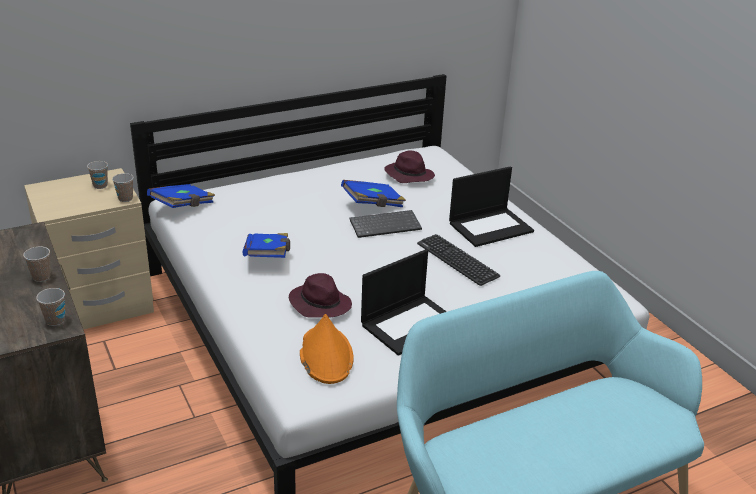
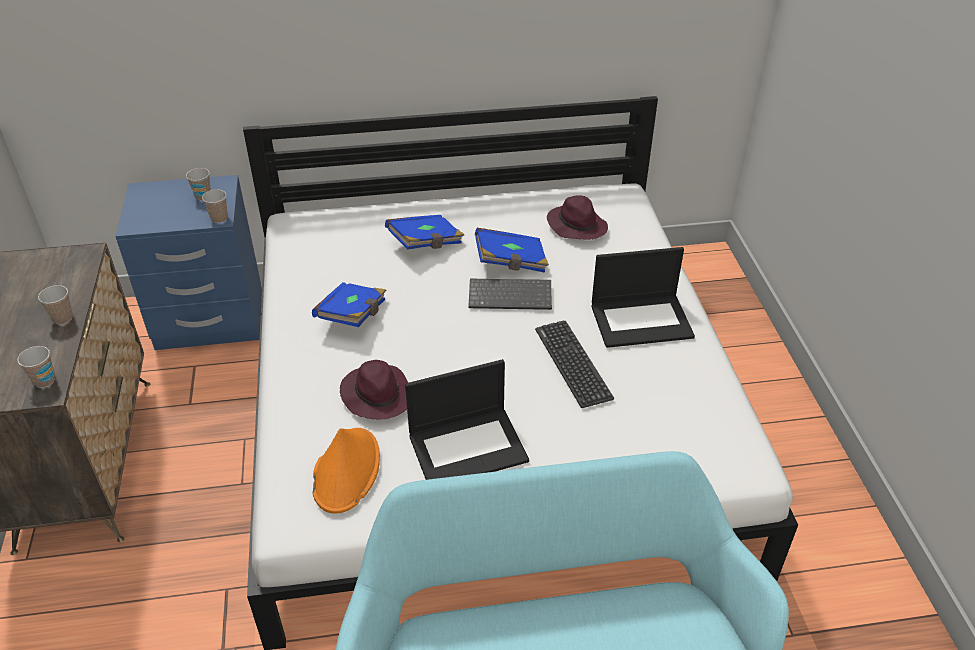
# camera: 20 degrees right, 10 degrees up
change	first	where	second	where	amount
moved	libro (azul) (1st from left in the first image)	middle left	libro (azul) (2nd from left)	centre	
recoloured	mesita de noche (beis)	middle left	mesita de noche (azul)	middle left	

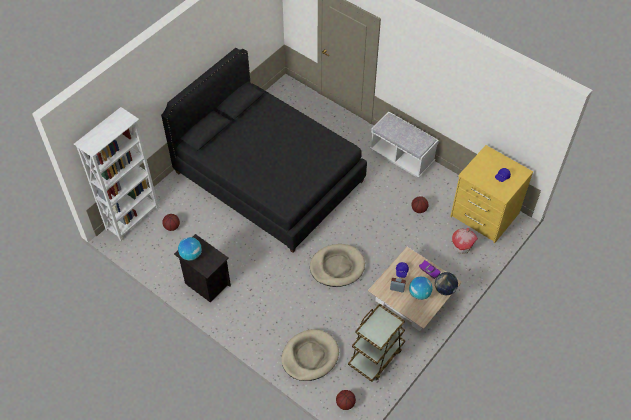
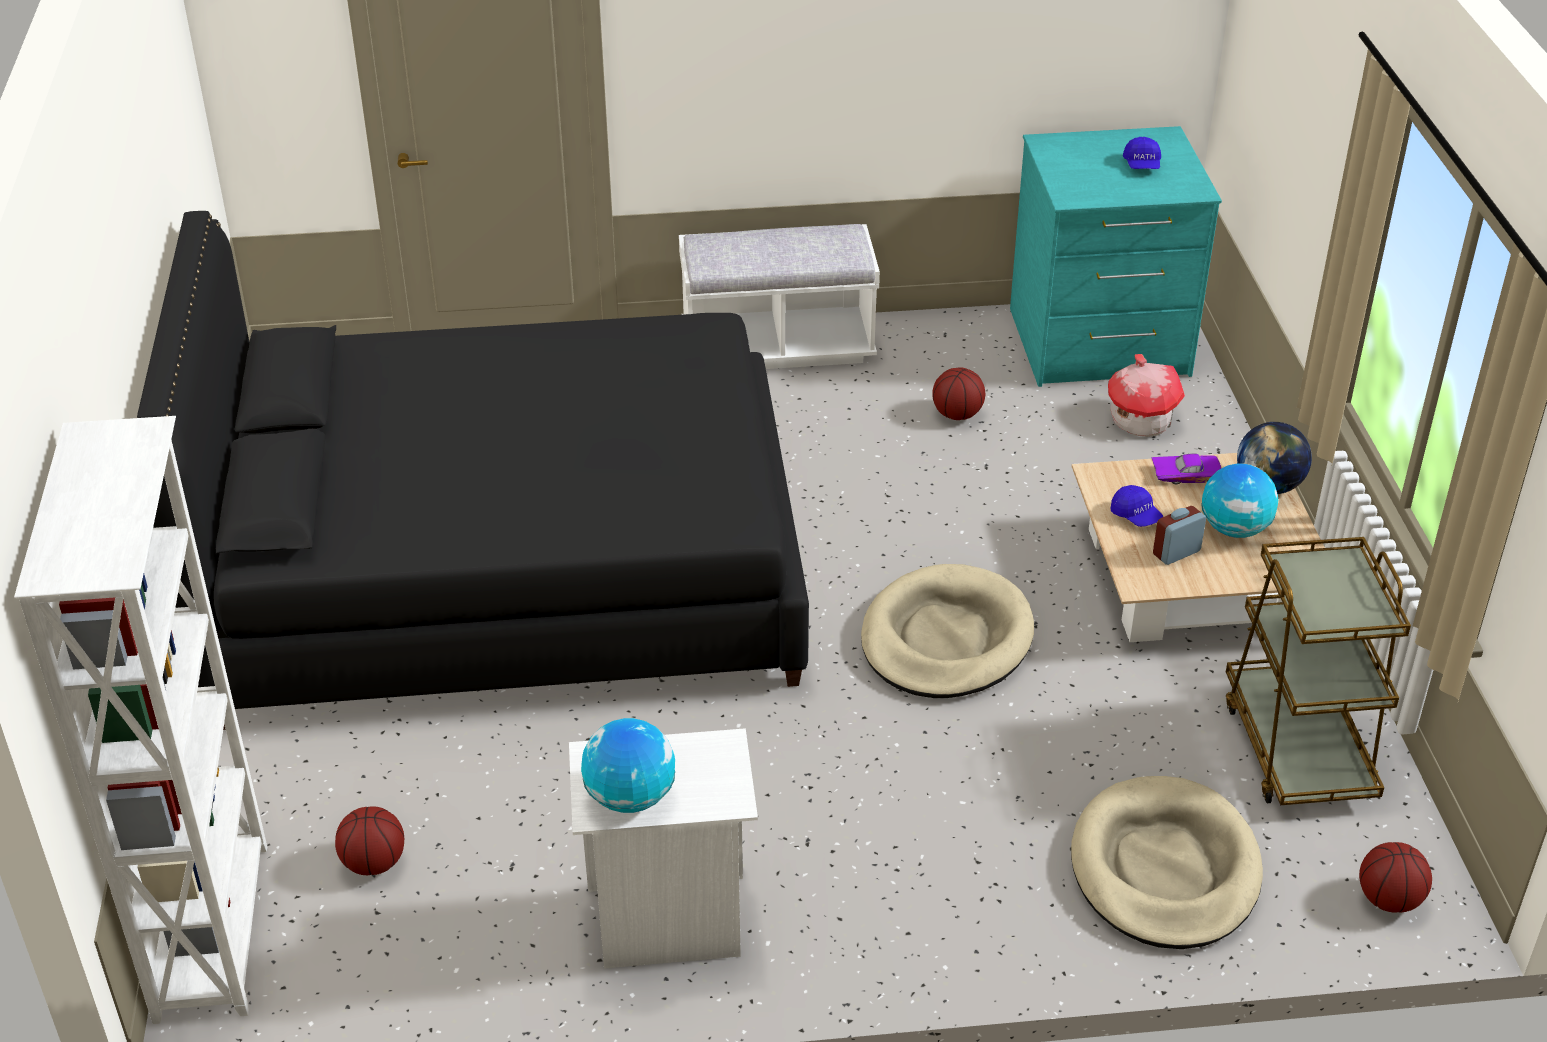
# camera: 45 degrees left, 15 degrees down
change	first	where	second	where	amount
recoloured	mesita de noche (negro)	middle left	mesita de noche (blanco)	bottom centre	
recoloured	cómoda (amarillo)	middle right	cómoda (turquesa)	top right	

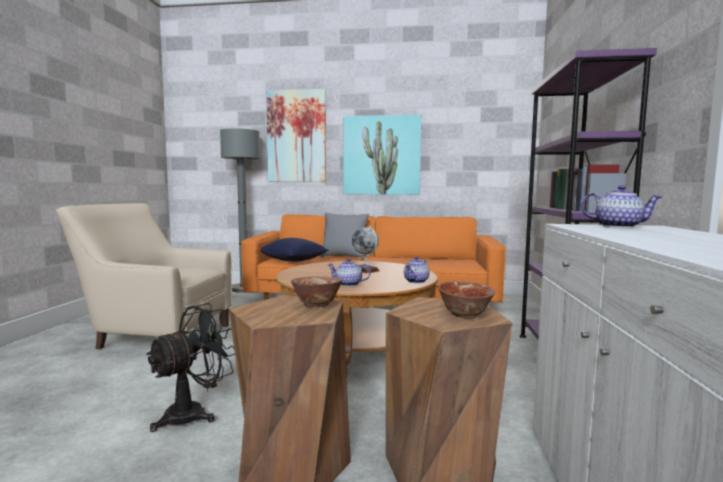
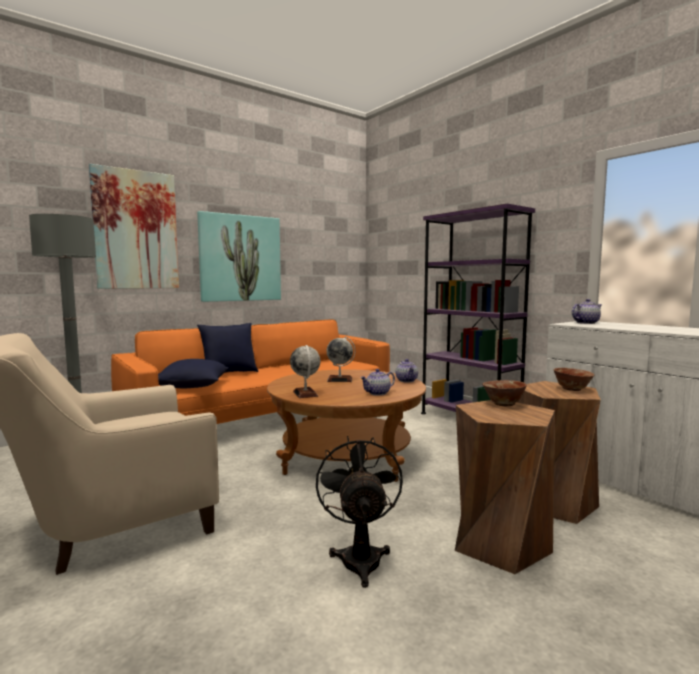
# camera: 45 degrees left, 0 degrees up
change	first	where	second	where	amount
added			globo terráqueo (1st from left)	centre	
recoloured	cojín (gris)	centre	cojín (azul) (2nd from left)	middle left	

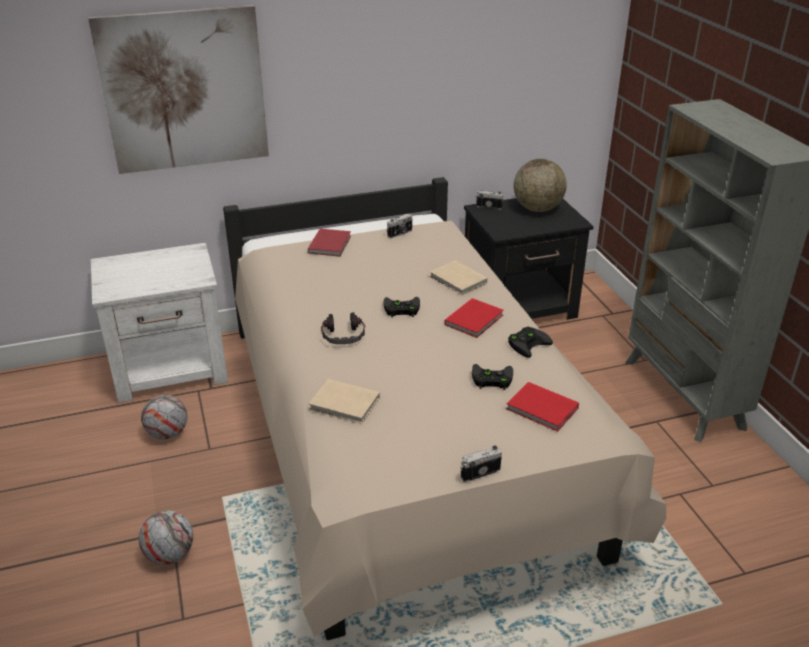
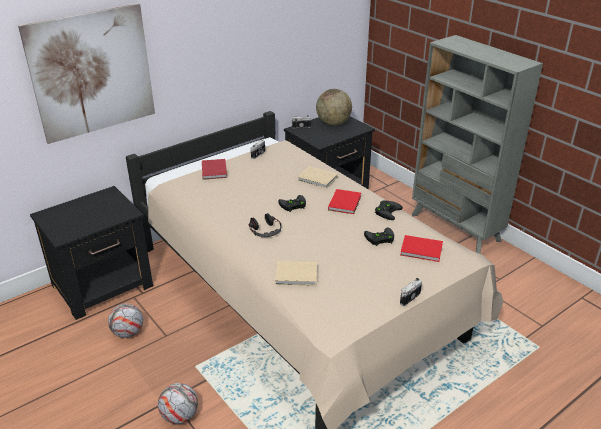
# camera: 20 degrees left, 0 degrees up
change	first	where	second	where	amount
recoloured	mesita de noche (blanco)	middle left	mesita de noche (negro) (1st from left)	middle left	

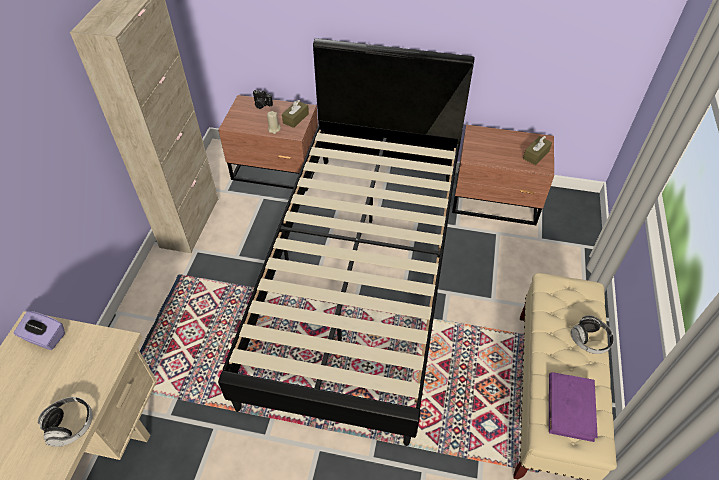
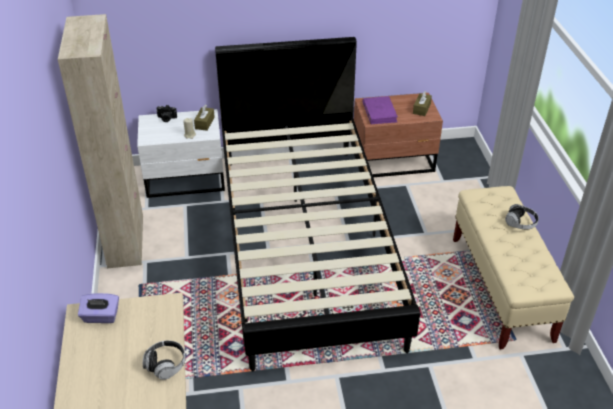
# camera: 20 degrees left, 10 degrees down
change	first	where	second	where	amount
moved	libro (morado)	bottom right		top centre	
recoloured	mesita de noche (marrón) (1st from left)	top centre	mesita de noche (blanco)	middle left	

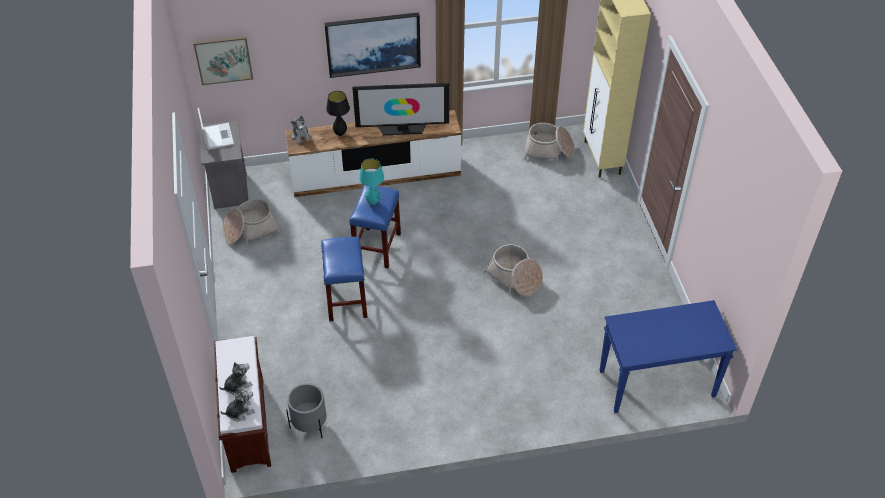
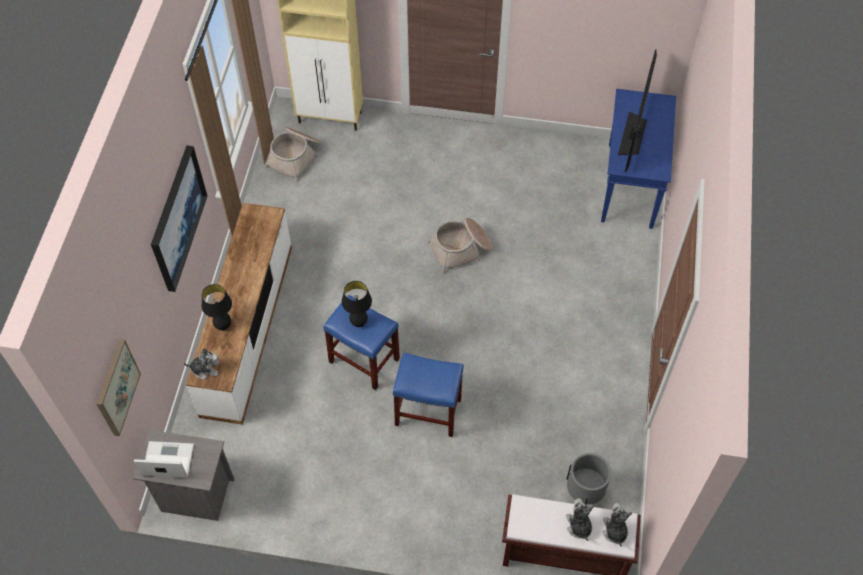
# camera: 70 degrees left, 10 degrees up
change	first	where	second	where	amount
removed	cesta (1st from left)	middle left			
moved	televisor	top centre		top right	
recoloured	lámpara de mesa (turquesa)	centre	lámpara de mesa (negro) (2nd from left)	centre	

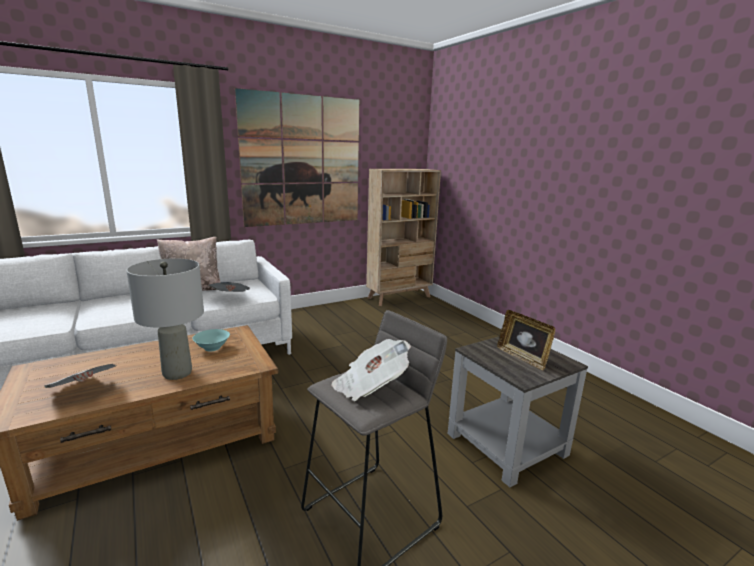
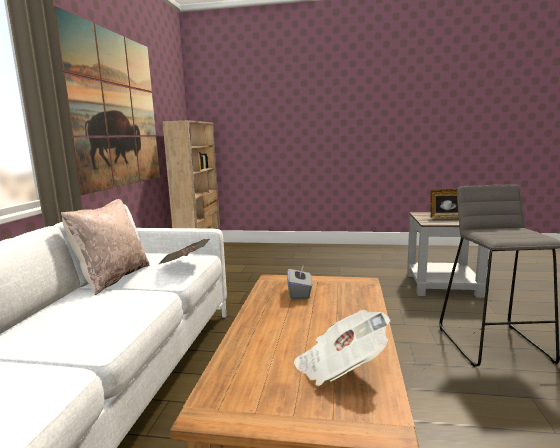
# camera: 50 degrees left, 5 degrees down
change	first	where	second	where	amount
removed	lámpara de mesa (gris)	middle left			
removed	periódico (3rd from left)	centre			
replaced	cuenco (turquesa)	middle left	caja de pañuelos (gris)	centre	

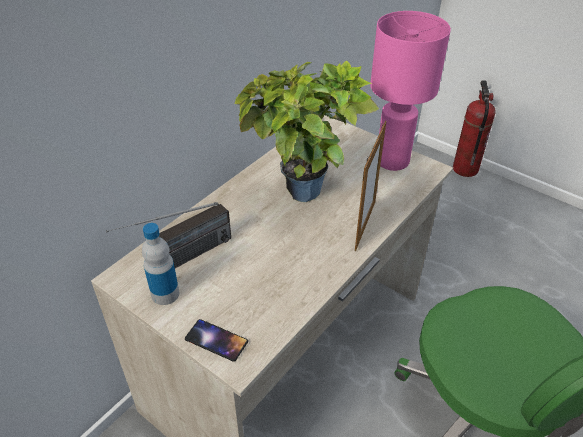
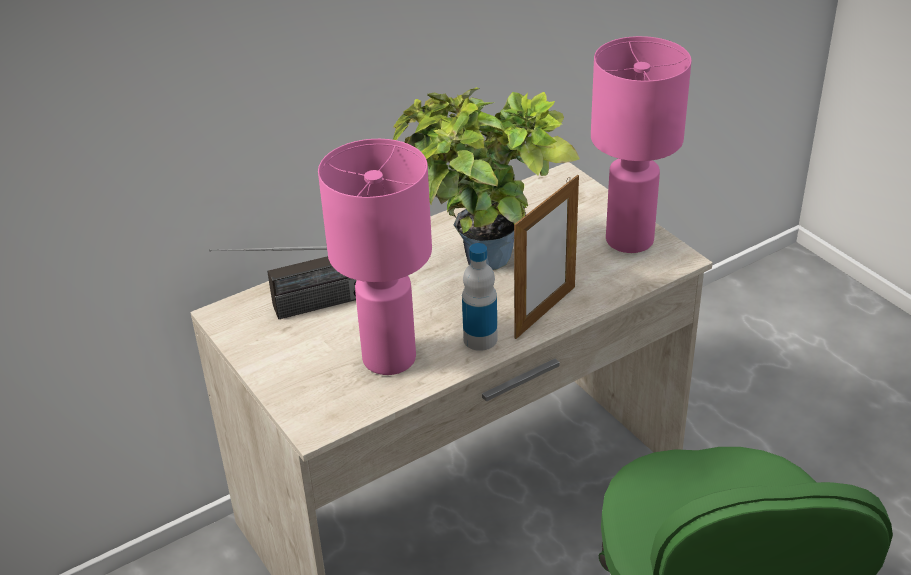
# camera: 20 degrees right, 5 degrees down
change	first	where	second	where	amount
removed	móvil	bottom centre			
removed	extintor	top right			
added			lámpara de mesa (rosa) (1st from left)	centre	
moved	botella	middle left		centre	

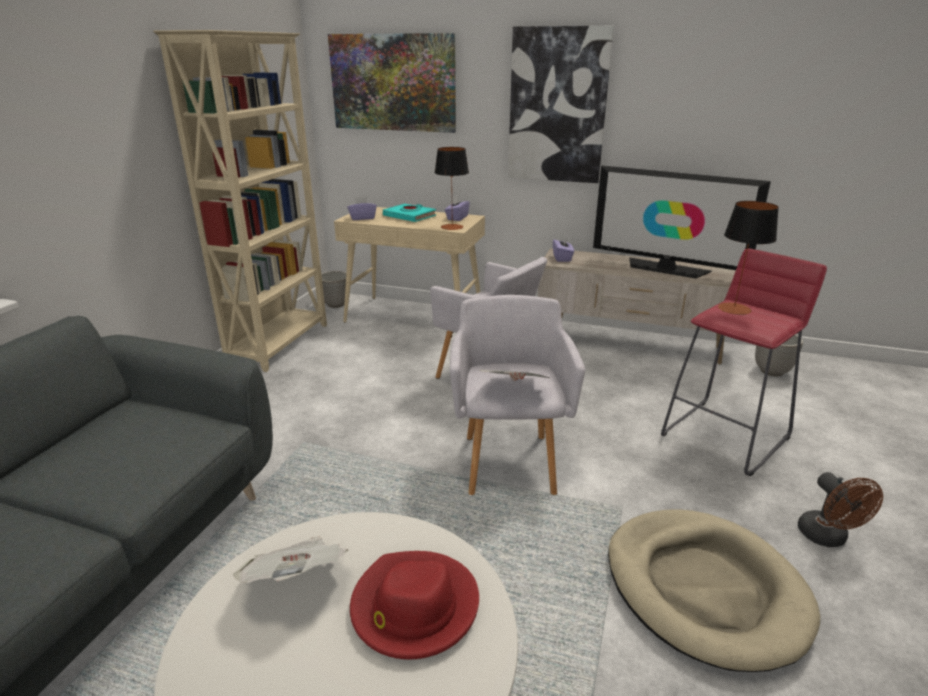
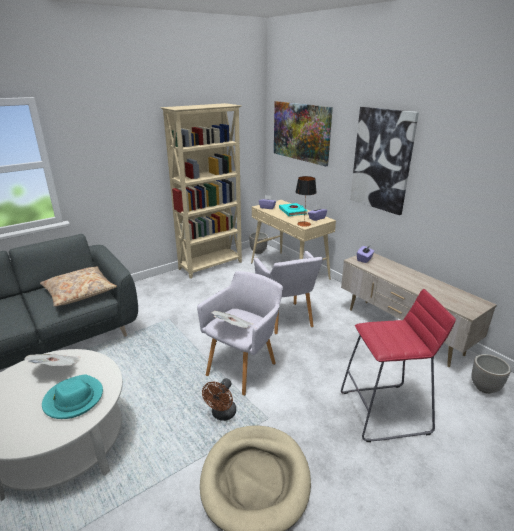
# camera: 35 degrees right, 0 degrees up
change	first	where	second	where	amount
removed	televisor	top right			
removed	lámpara de mesa (2nd from left)	middle right			
added			cojín (beis)	middle left	
moved	ventilador (marrón)	bottom right		bottom centre	
recoloured	sombrero (rojo)	bottom centre	sombrero (turquesa)	bottom left	

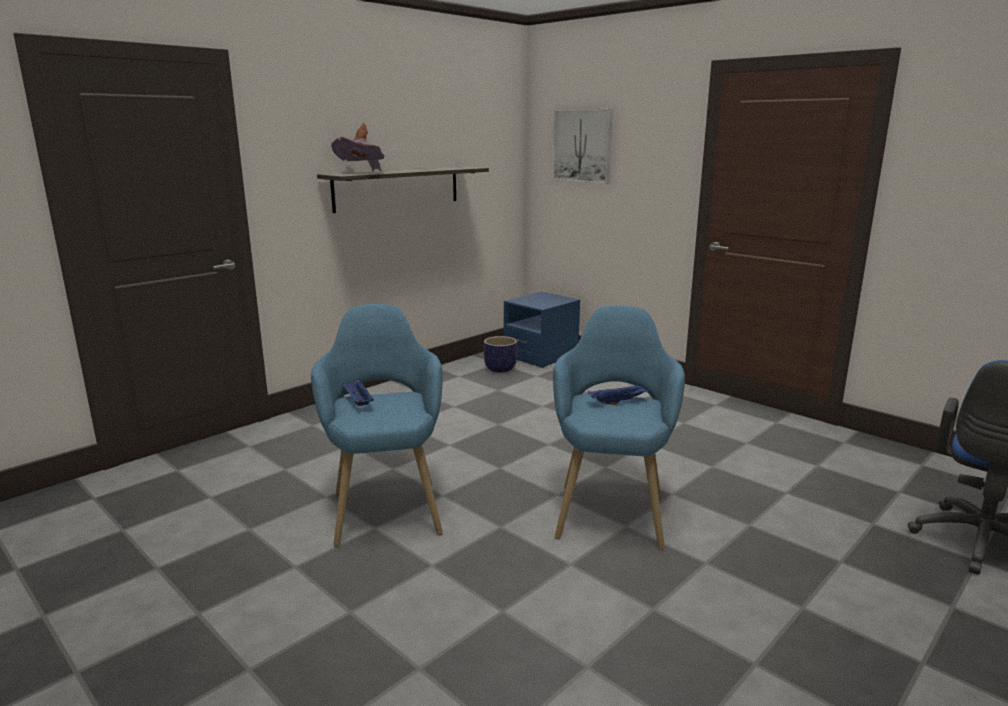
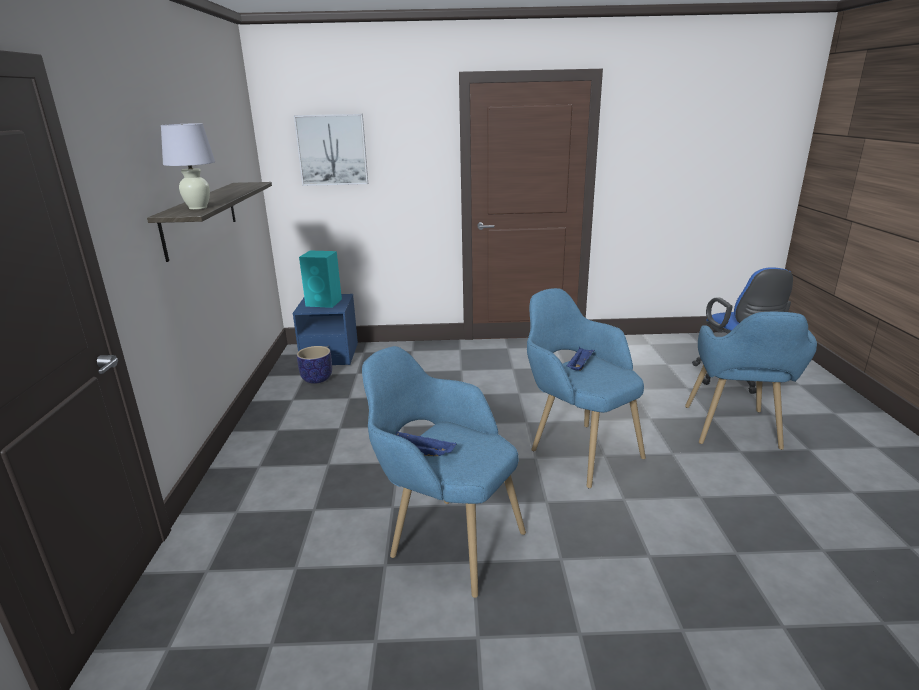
# camera: 45 degrees left, 5 degrees up
change	first	where	second	where	amount
added			altavoz (turquesa)	centre	
added			sillón (azul) (3rd from left)	middle right	
replaced	sombrero (marrón)	top centre	lámpara de mesa (blanco)	top left	

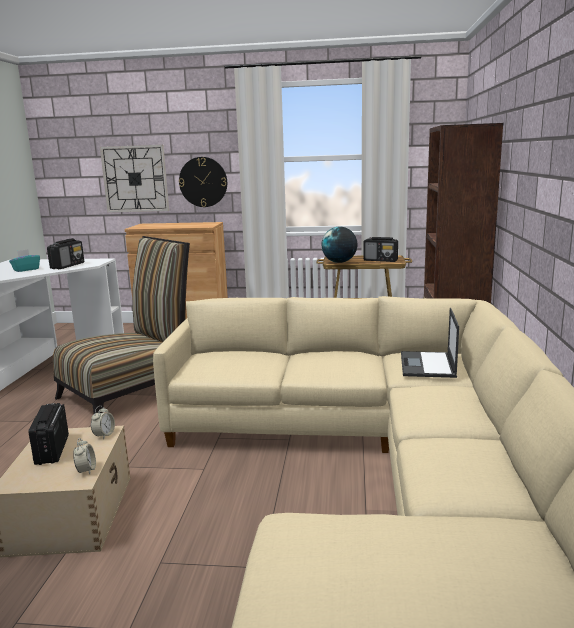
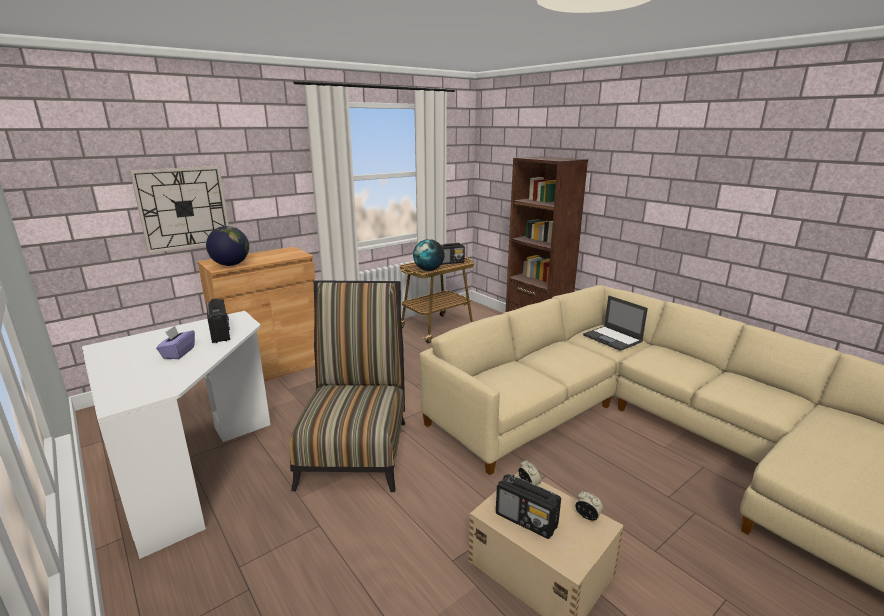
# camera: 45 degrees left, 5 degrees up
change	first	where	second	where	amount
removed	reloj de pared (2nd from left)	top centre			
added			globo terráqueo (1st from left)	middle left	
recoloured	caja de pañuelos (turquesa)	middle left	caja de pañuelos (morado)	middle left	

